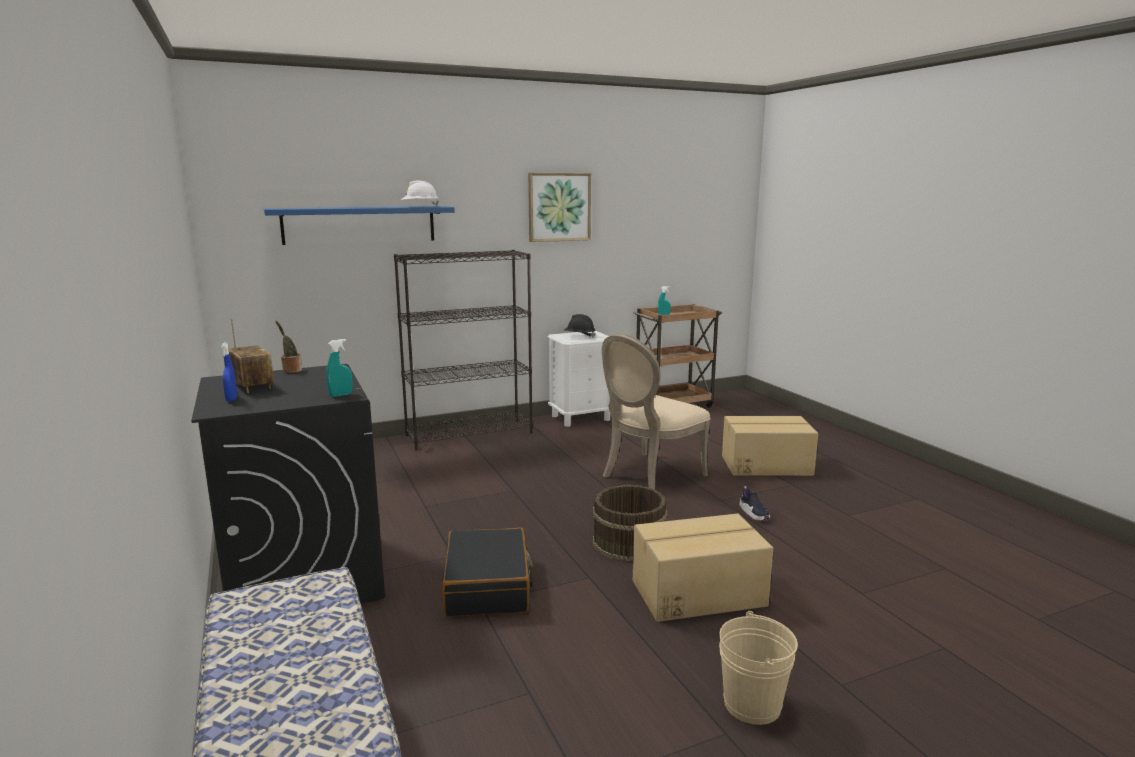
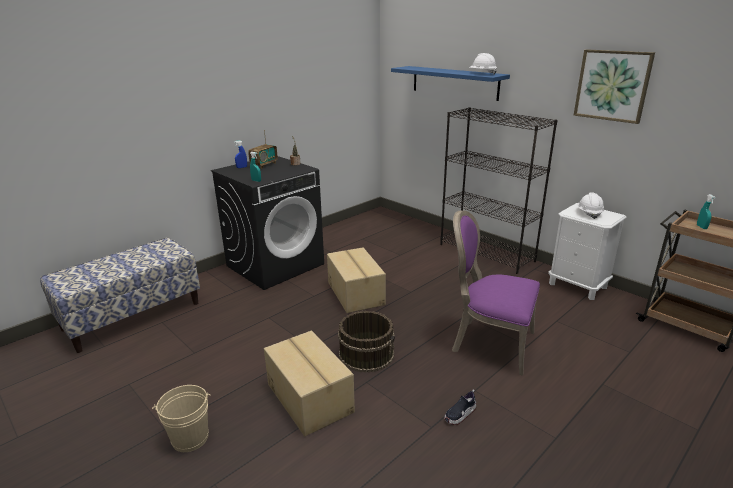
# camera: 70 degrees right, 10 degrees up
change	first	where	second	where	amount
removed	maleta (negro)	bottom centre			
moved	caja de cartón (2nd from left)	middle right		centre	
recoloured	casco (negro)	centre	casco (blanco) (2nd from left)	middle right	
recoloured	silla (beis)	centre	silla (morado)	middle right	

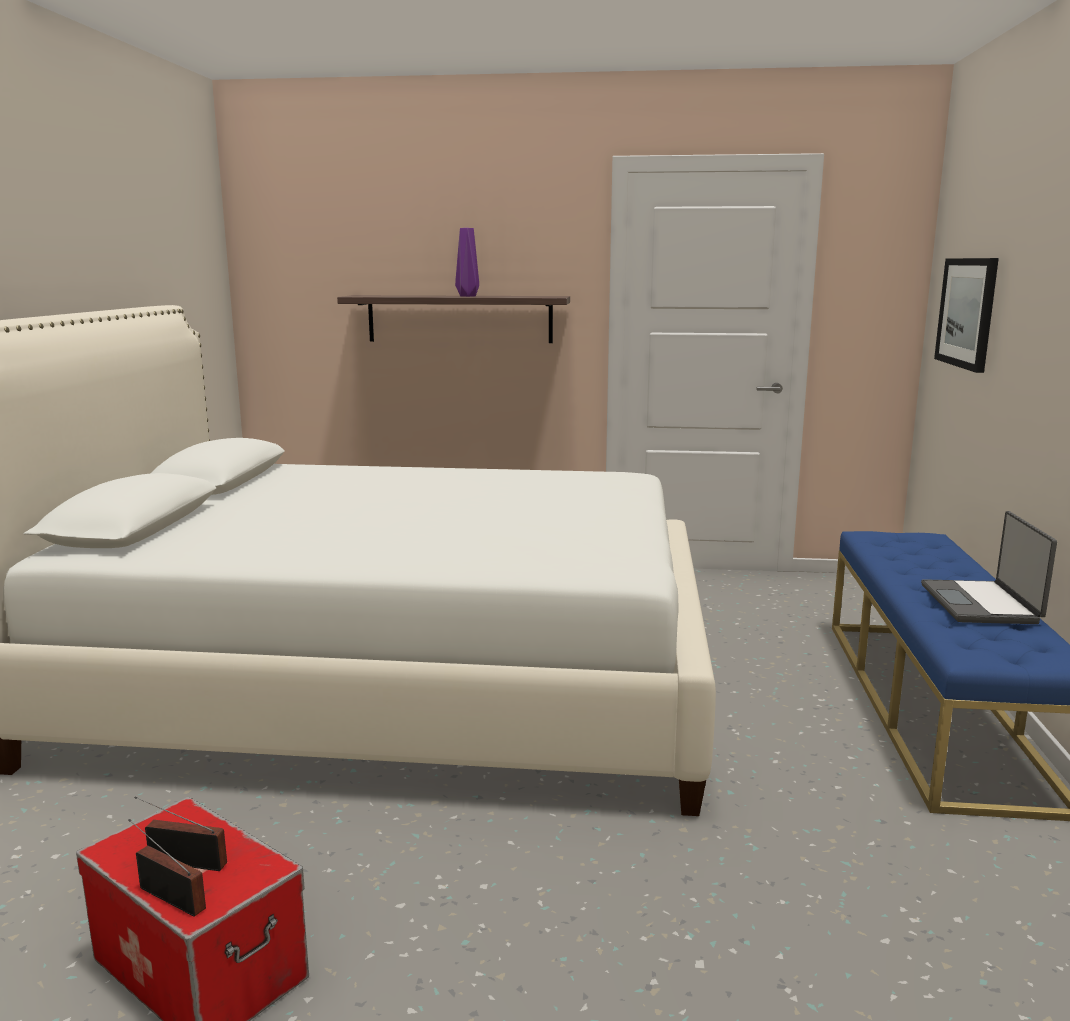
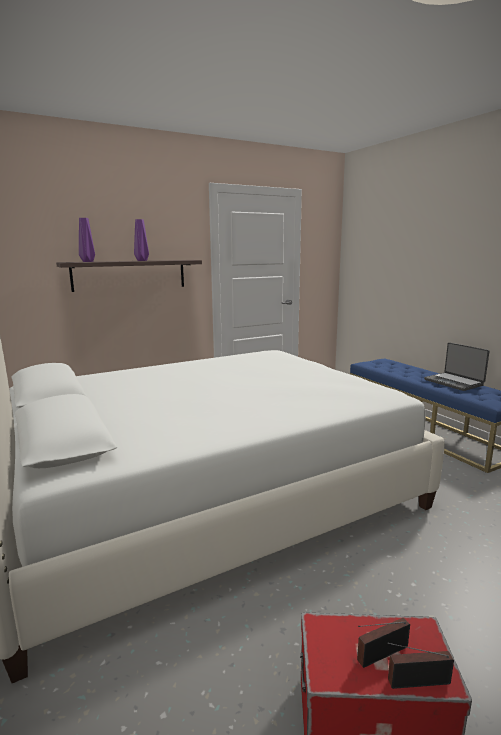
# camera: 35 degrees left, 0 degrees up
change	first	where	second	where	amount
removed	cuadro	top right			
added			florero (morado) (1st from left)	top left	

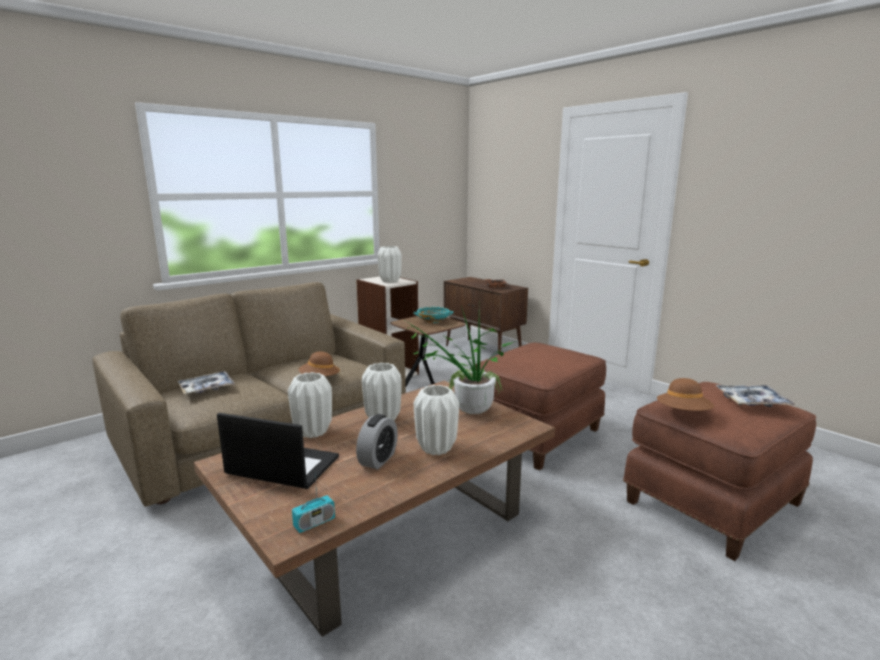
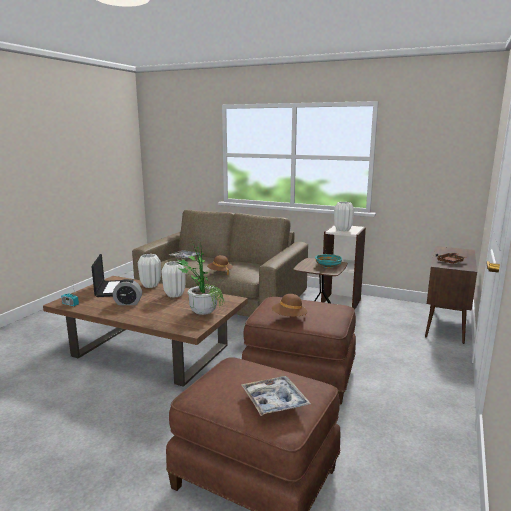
# camera: 65 degrees right, 0 degrees up
change	first	where	second	where	amount
removed	florero (blanco) (4th from left)	centre			
moved	sombrero (marrón) (2nd from left)	middle right		centre	

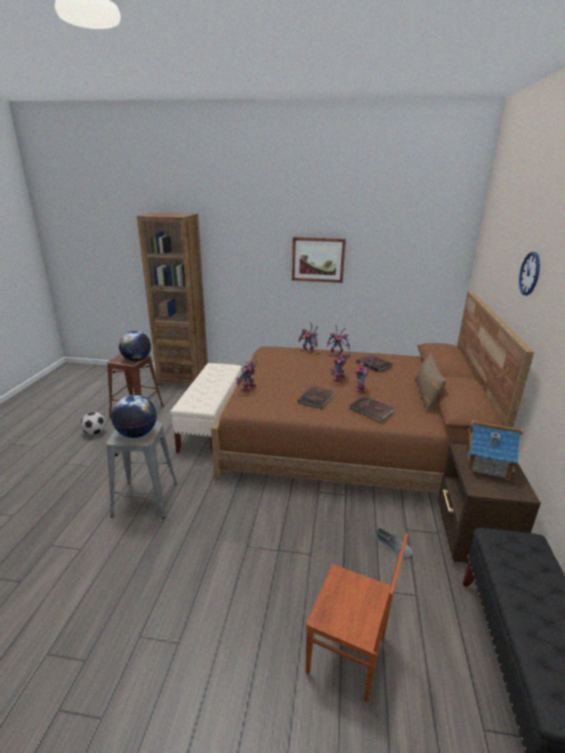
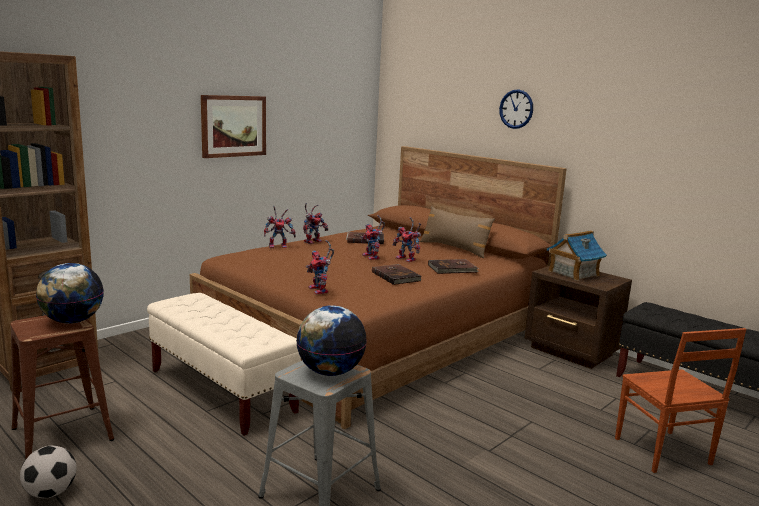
# camera: 55 degrees left, 10 degrees down
change	first	where	second	where	amount
removed	zapato (gris)	bottom right			
turned	silla (marrón)	bottom centre		bottom right	105 degrees clockwise

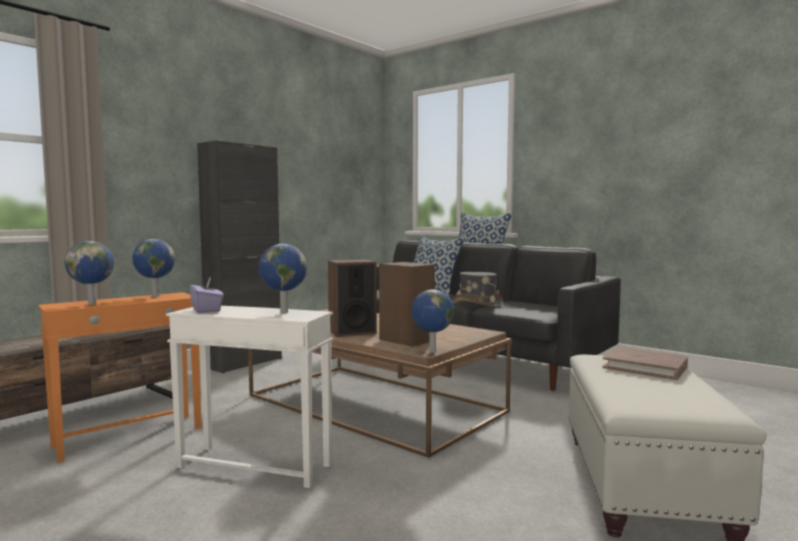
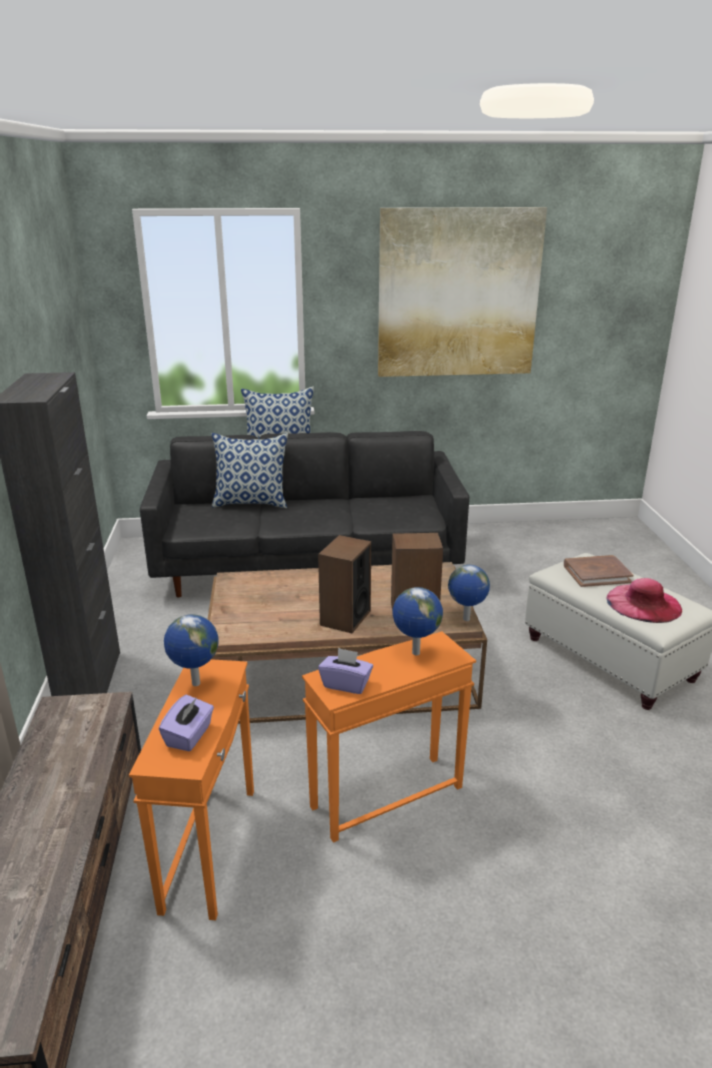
# camera: 45 degrees left, 20 degrees up
change	first	where	second	where	amount
removed	sombrero (gris)	centre			
added			cuadro	top centre	
added			sombrero (rosa)	middle right	
replaced	globo terráqueo (1st from left)	middle left	caja de pañuelos (morado) (1st from left)	bottom left	
recoloured	mesa auxiliar (blanco)	bottom left	mesa auxiliar (naranja) (2nd from left)	bottom centre	

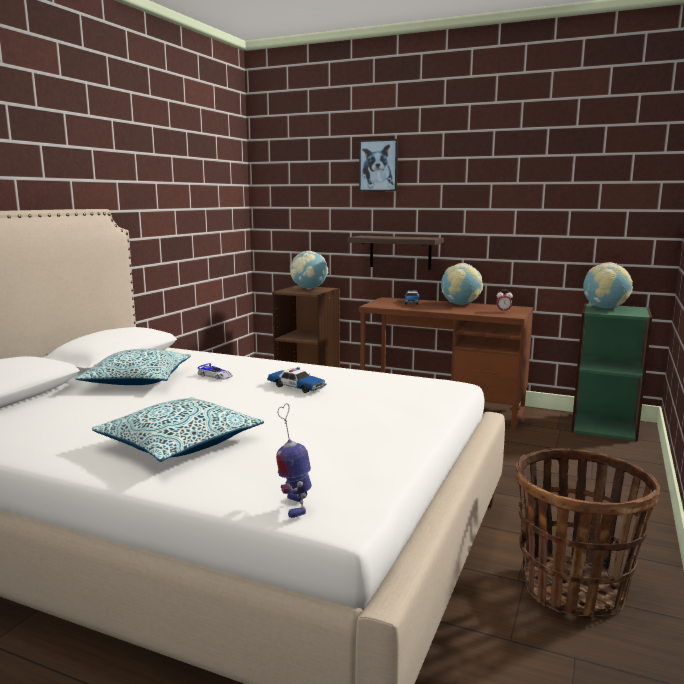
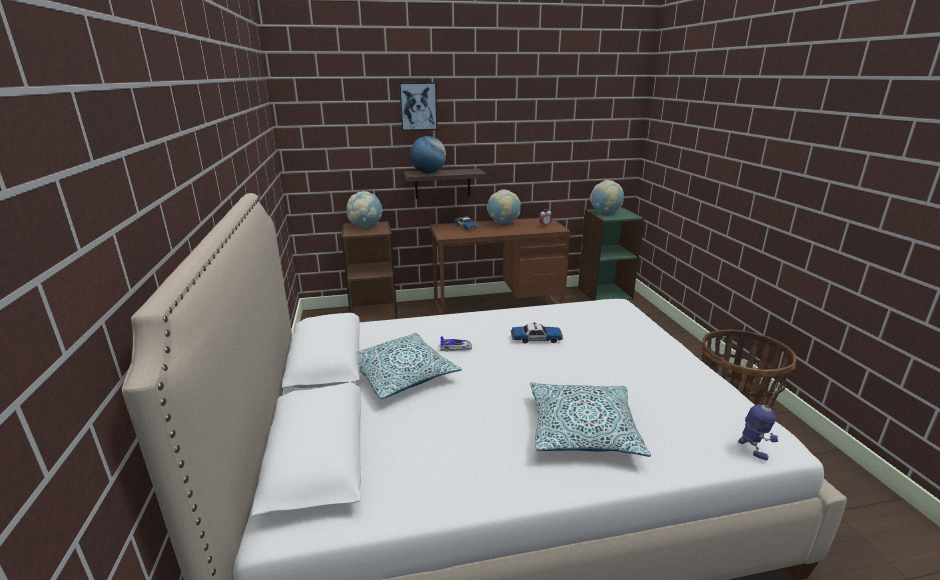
# camera: 35 degrees left, 10 degrees up
change	first	where	second	where	amount
added			globo terráqueo (2nd from left)	top centre	
turned	robot de juguete	bottom centre		bottom right	150 degrees counterclockwise

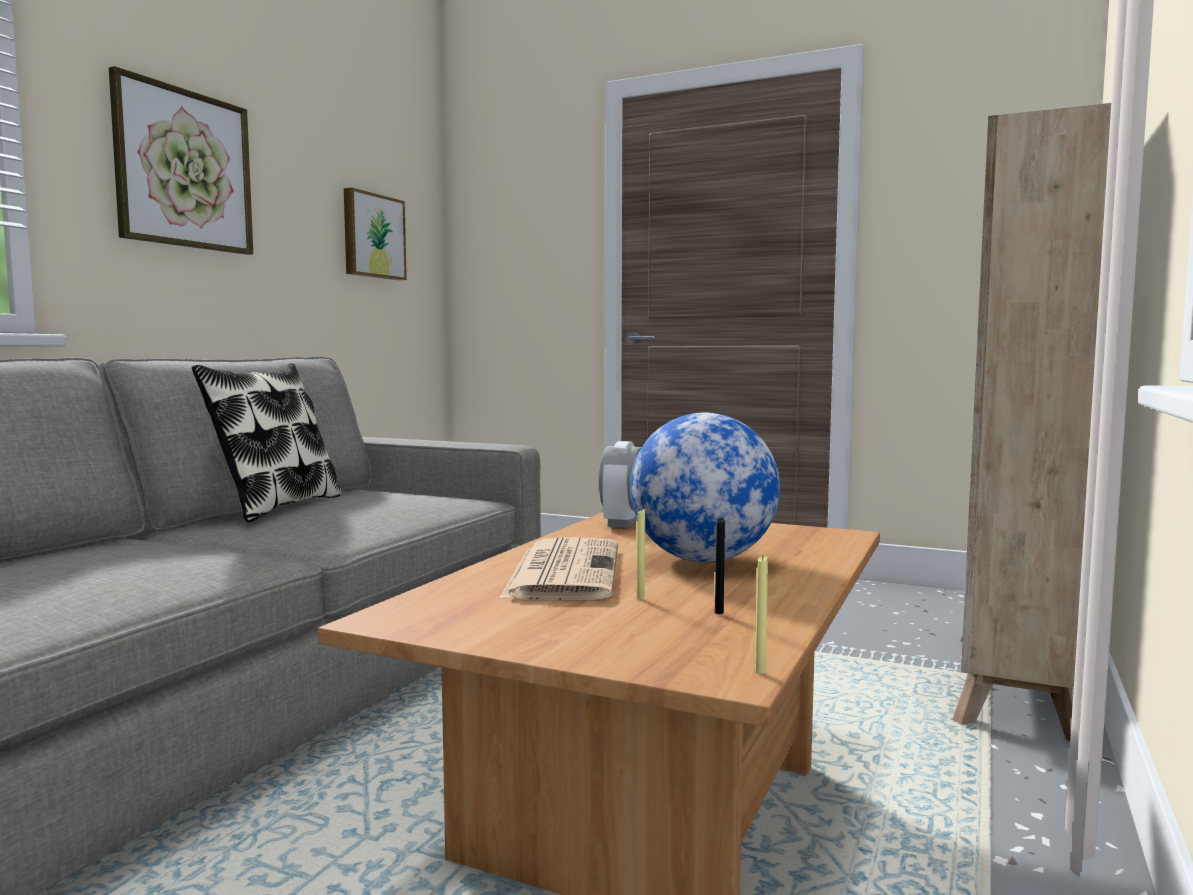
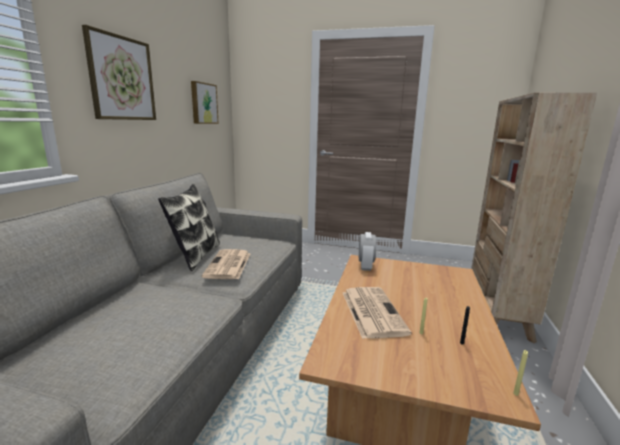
# camera: 10 degrees left, 10 degrees up
change	first	where	second	where	amount
removed	globo terráqueo	centre			
added			periódico (1st from left)	centre	

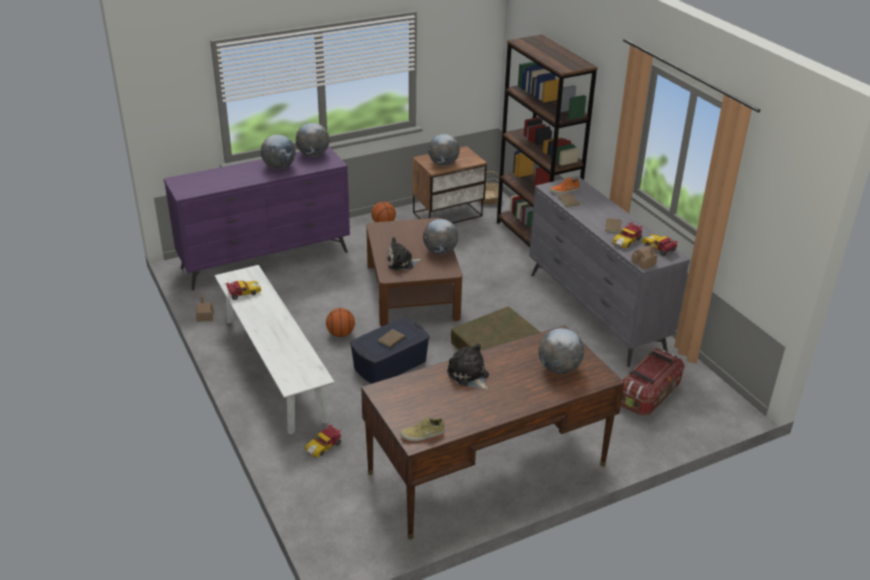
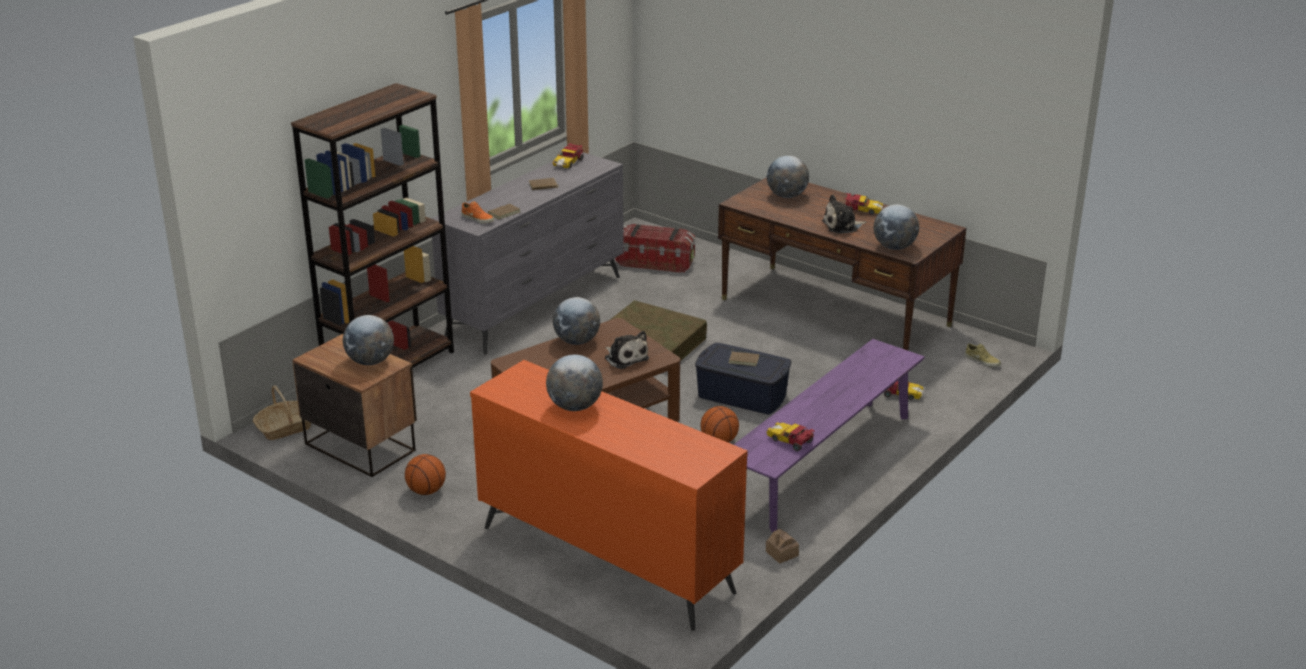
# camera: 115 degrees left, 5 degrees down
change	first	where	second	where	amount
removed	casita (2nd from left)	middle right			
moved	globo terráqueo (2nd from left in the first image)	top centre	globo terráqueo (5th from left)	middle right	
moved	zapato (beis)	bottom centre		middle right	
moved	coche de juguete (3rd from left)	middle right		top centre	
recoloured	cómoda (morado)	middle left	cómoda (naranja)	bottom centre	
recoloured	banco (blanco)	middle left	banco (morado)	centre	
turned	peluche (2nd from left)	centre		top centre	45 degrees clockwise

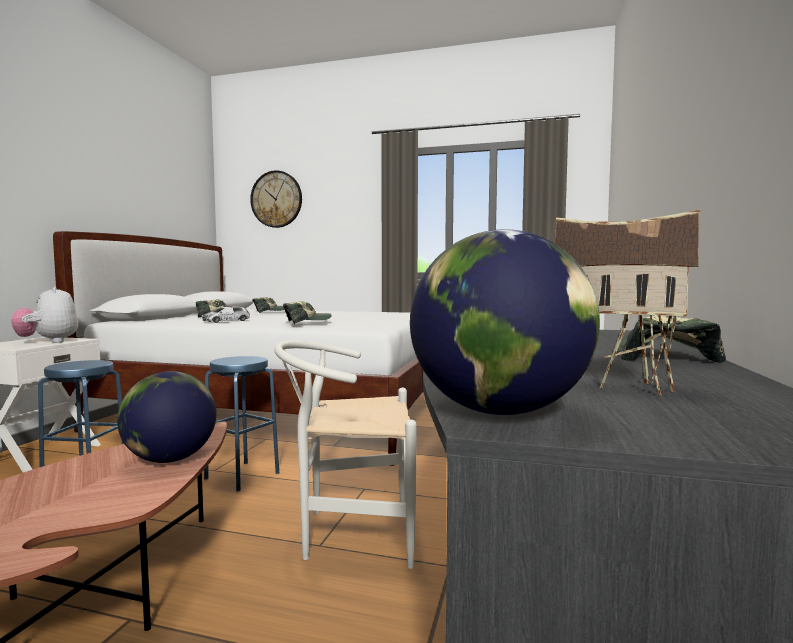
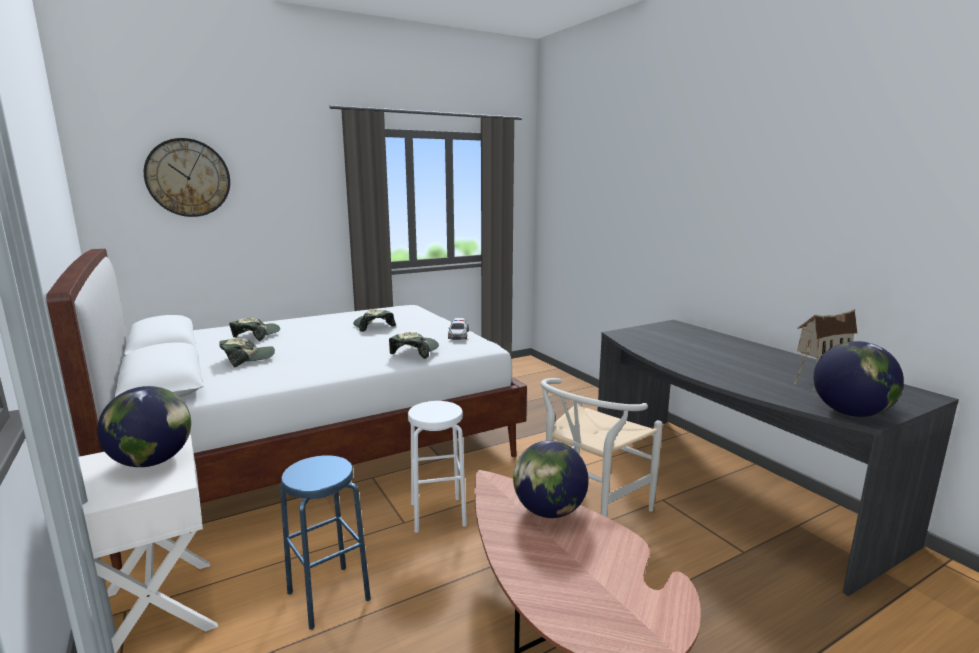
# camera: 45 degrees left, 10 degrees up
change	first	where	second	where	amount
moved	coche de juguete	middle left		centre	
moved	gorra (4th from left in the first image)	middle right	gorra (3rd from left)	centre	
replaced	peluche	middle left	globo terráqueo (1st from left)	middle left	
recoloured	taburete (azul) (2nd from left)	middle left	taburete (blanco)	bottom centre	

